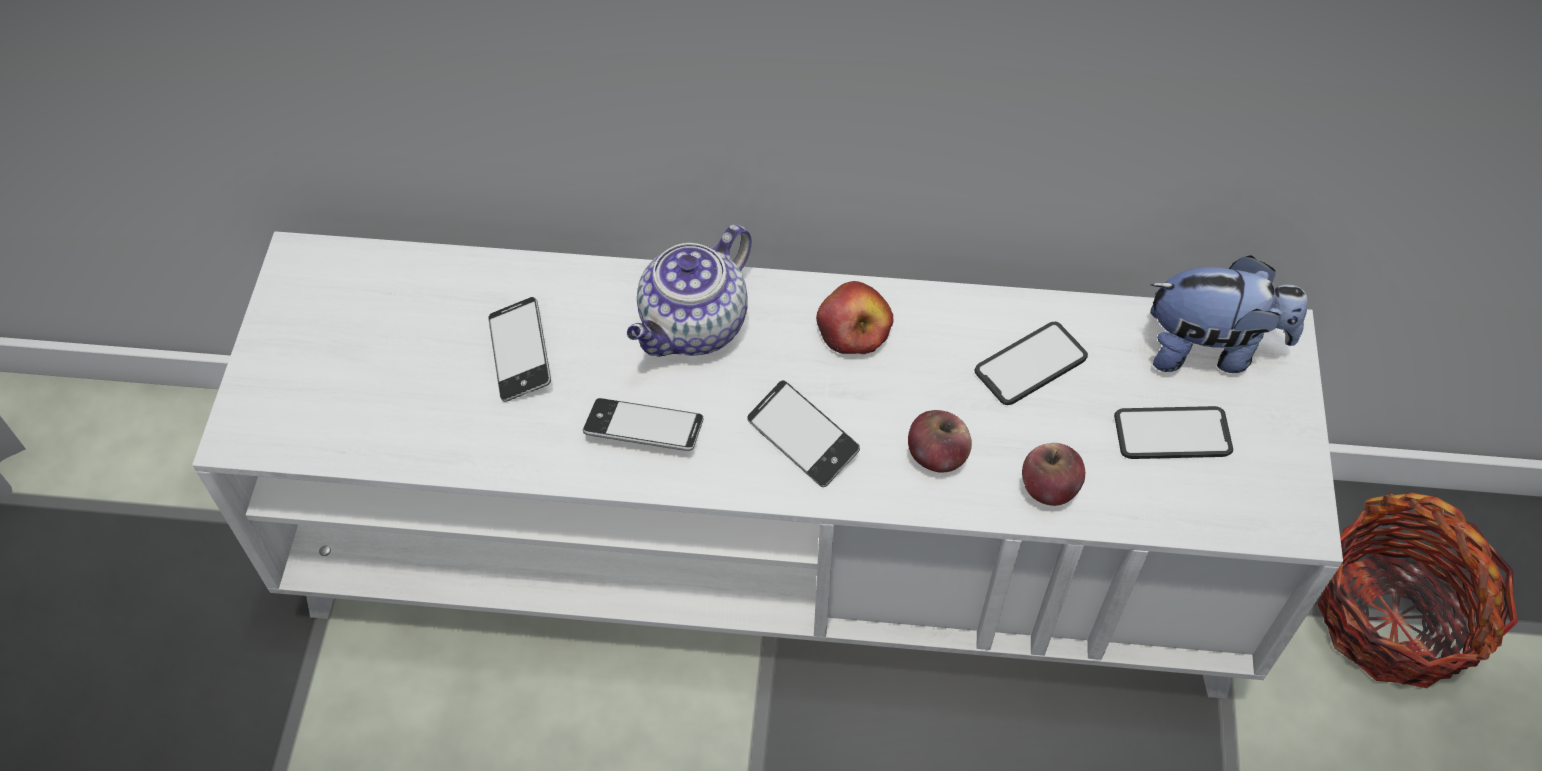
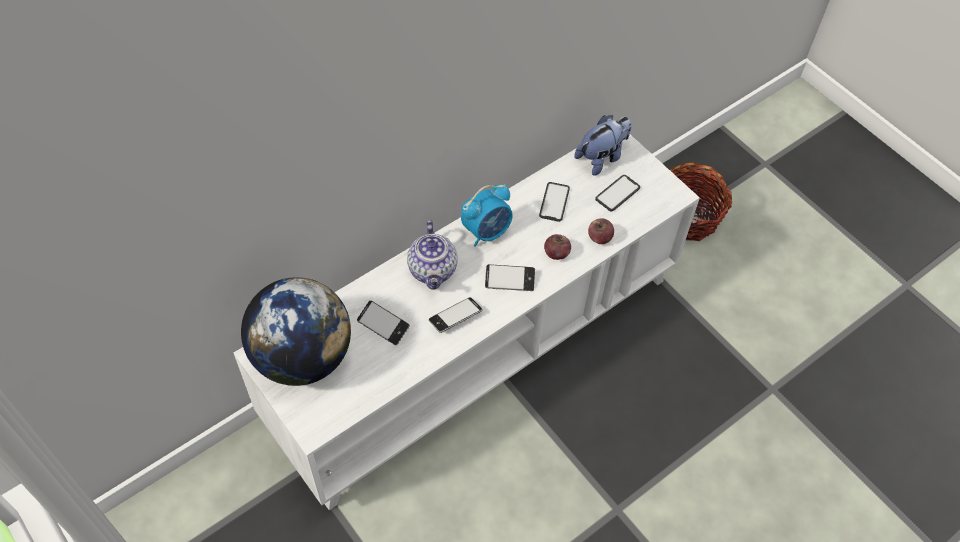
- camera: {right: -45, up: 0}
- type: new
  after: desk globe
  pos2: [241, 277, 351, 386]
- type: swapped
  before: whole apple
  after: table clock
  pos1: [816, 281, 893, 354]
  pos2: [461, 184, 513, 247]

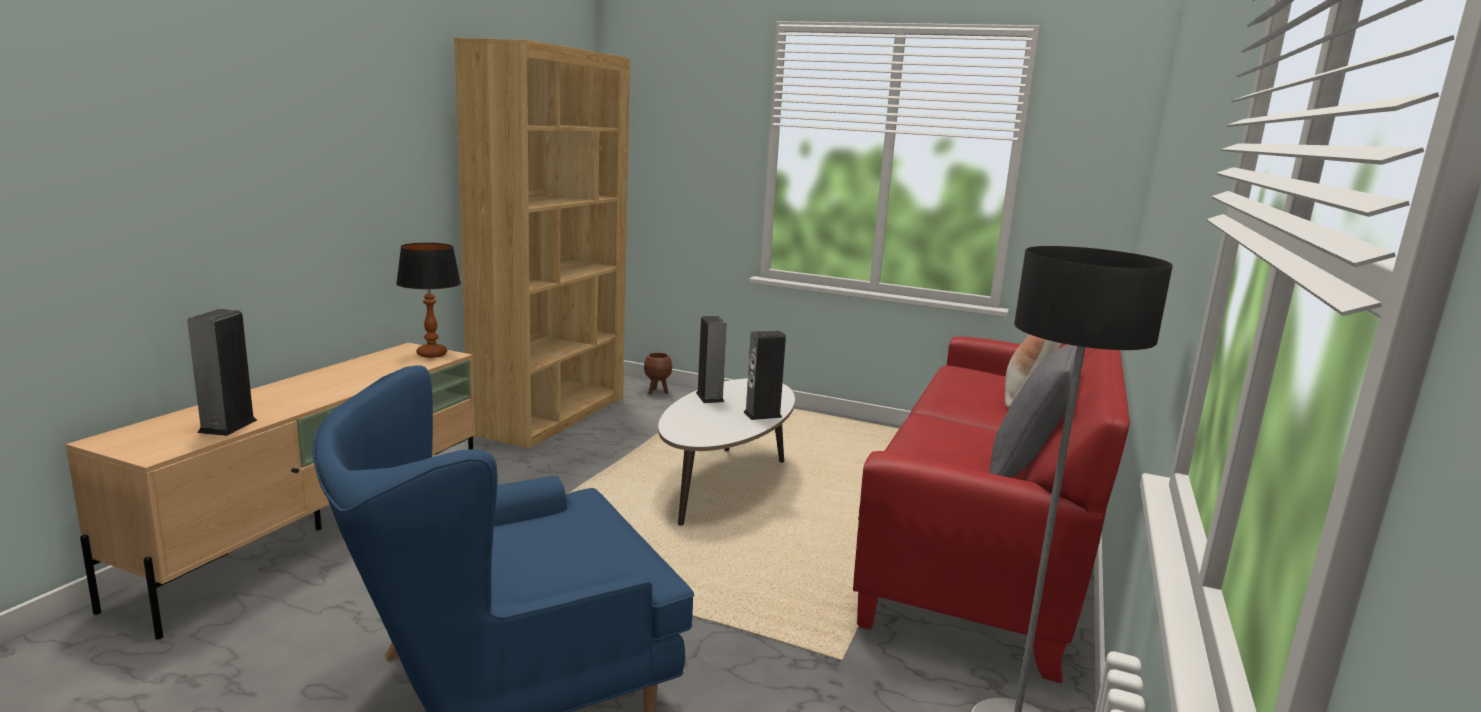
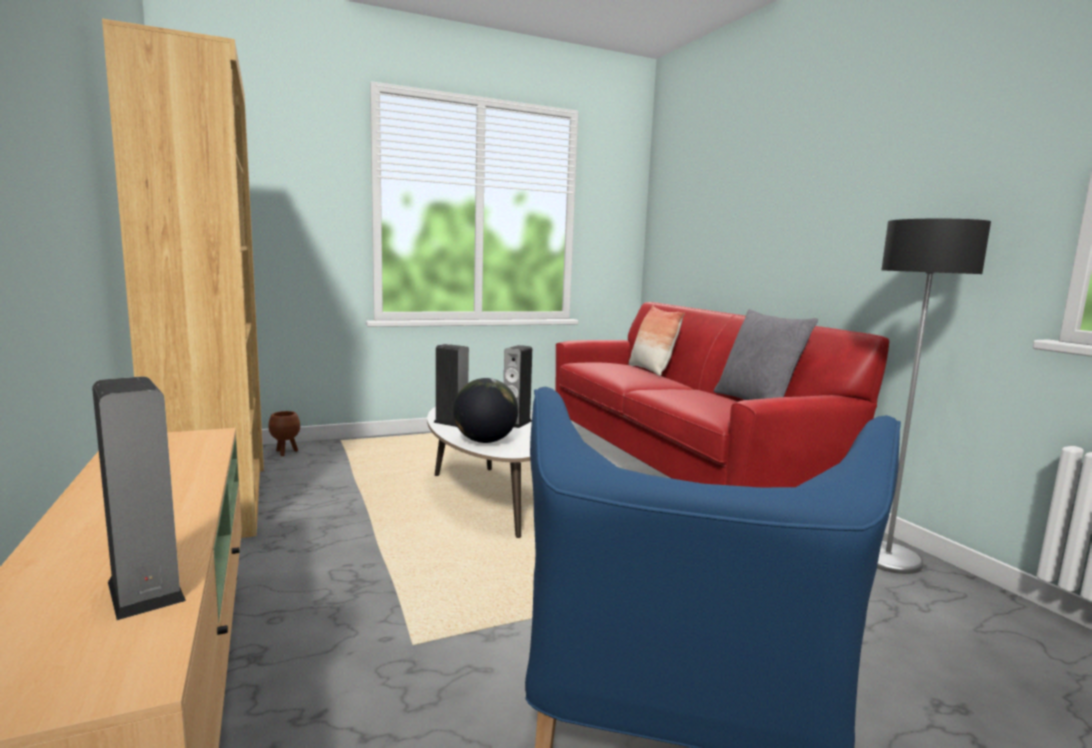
- camera: {right: -45, up: -5}
- type: gone
  before: table lamp
  pos1: [396, 243, 461, 358]
- type: new
  after: desk globe
  pos2: [453, 378, 518, 443]

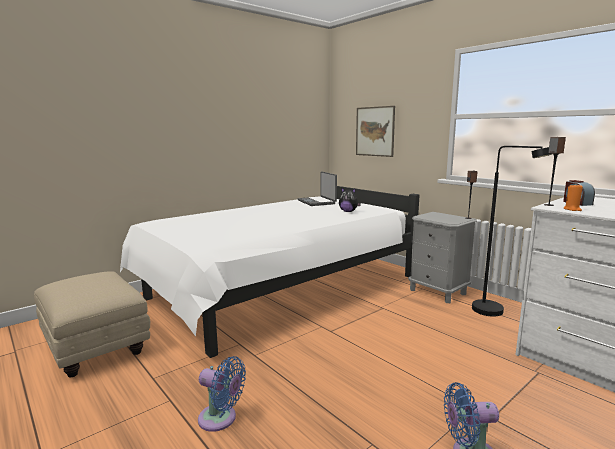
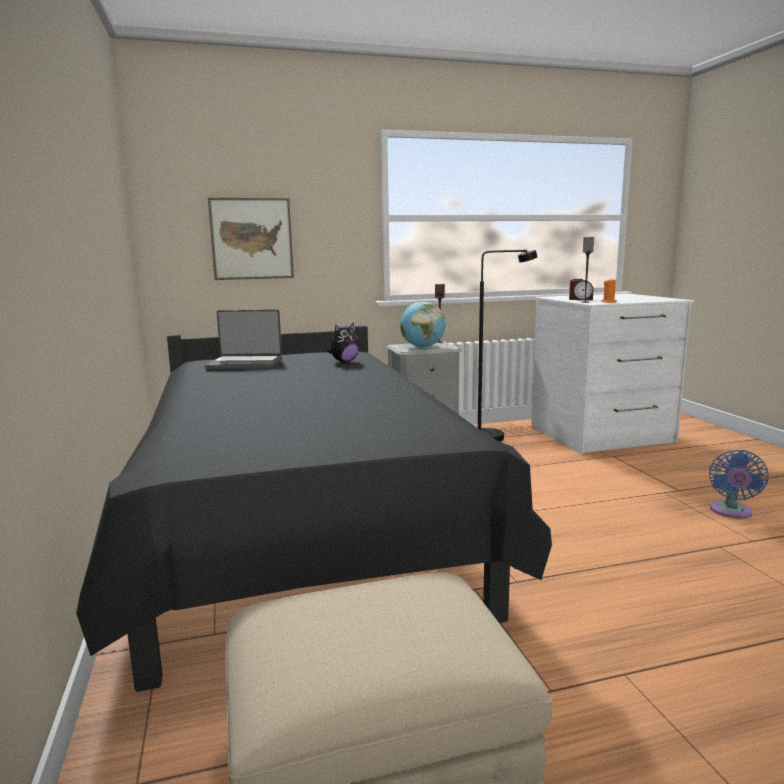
- camera: {right: -65, up: 0}
- type: gone
  before: blue-coloured electric fan
  pos1: [198, 356, 246, 432]
- type: new
  after: desk globe
  pos2: [400, 302, 446, 348]
- type: repainted
  before: white-coloured bed
  after: blackish bed
  pos1: [120, 186, 419, 358]
  pos2: [76, 325, 552, 692]

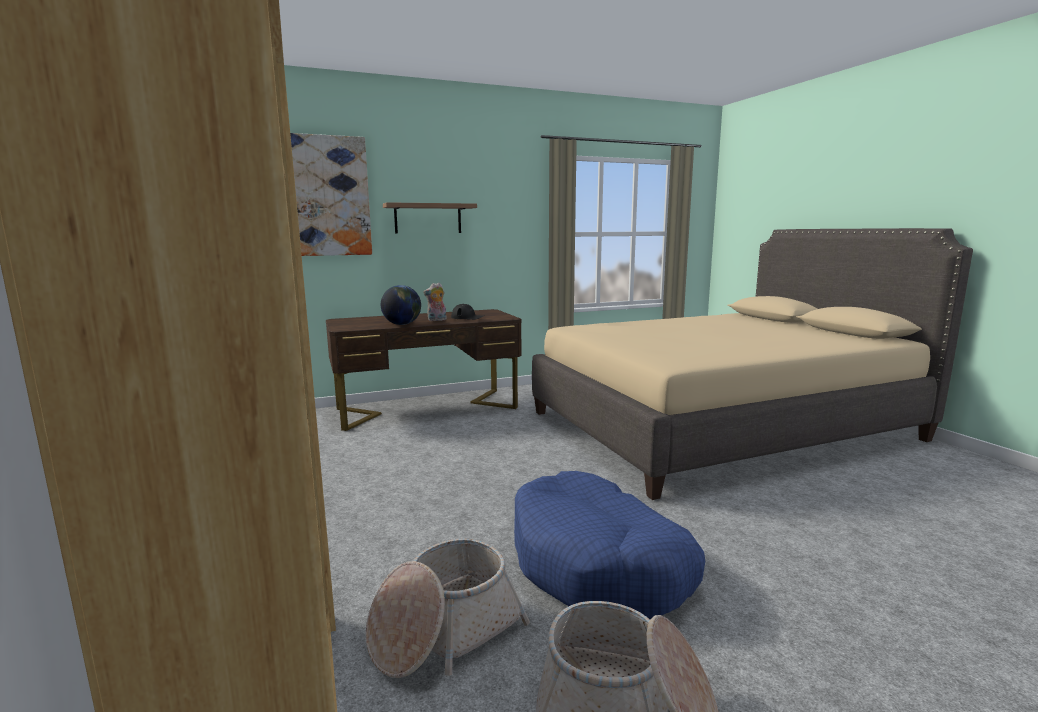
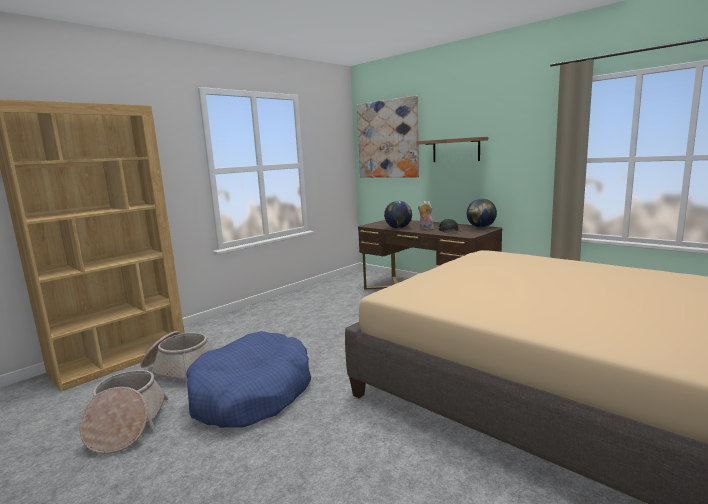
- camera: {right: 65, up: 0}
- type: new
  after: desk globe
  pos2: [467, 199, 497, 228]

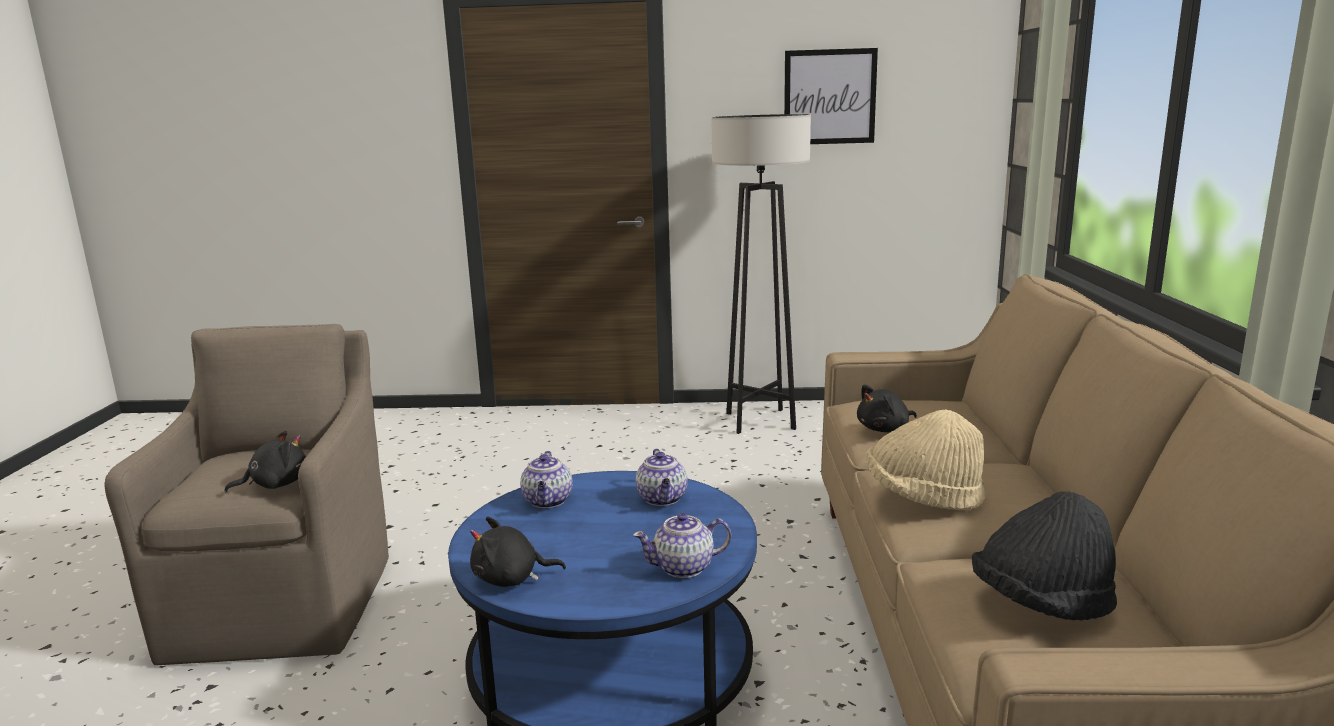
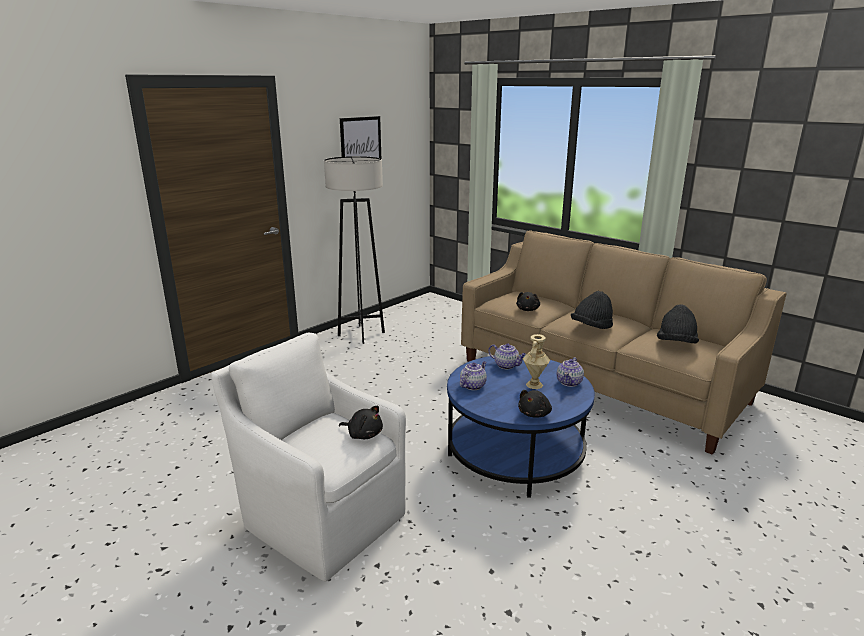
- camera: {right: -50, up: 5}
- type: new
  after: sand-coloured flower vase
  pos2: [523, 334, 550, 389]
- type: repainted
  before: brownish lounge chair
  after: white-coloured lounge chair
  pos1: [104, 324, 389, 665]
  pos2: [211, 332, 406, 582]
- type: repainted
  before: sand-coloured clothing hat
  after: blackish clothing hat
  pos1: [866, 410, 986, 510]
  pos2: [571, 291, 613, 329]
- type: rotated
  before: blackish cuddly toy
  pos1: [225, 431, 306, 492]
  pos2: [339, 406, 383, 439]
  turn: 105
- type: rotated
  before: tea pot
  pos1: [520, 451, 572, 508]
  pos2: [460, 361, 487, 390]
  turn: -90

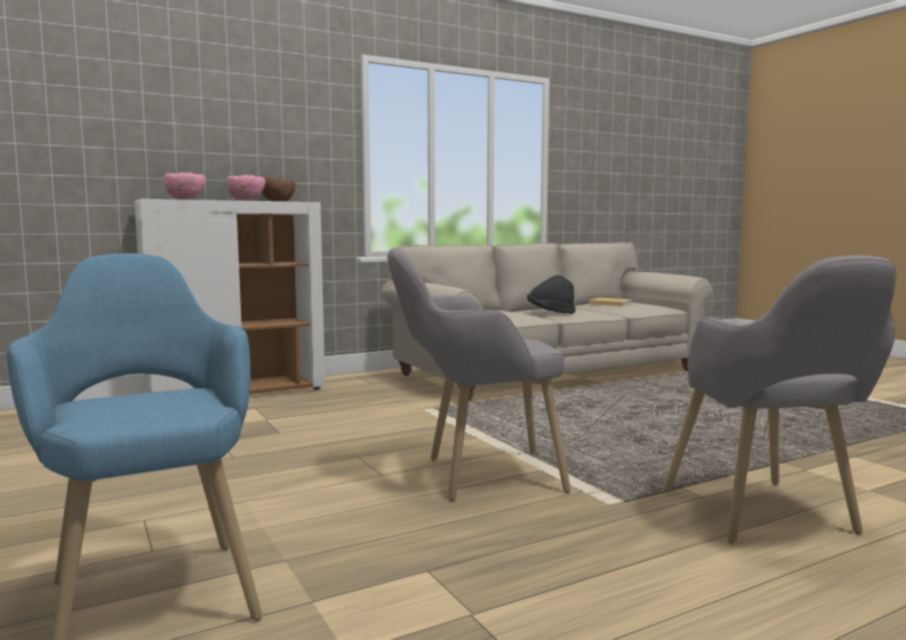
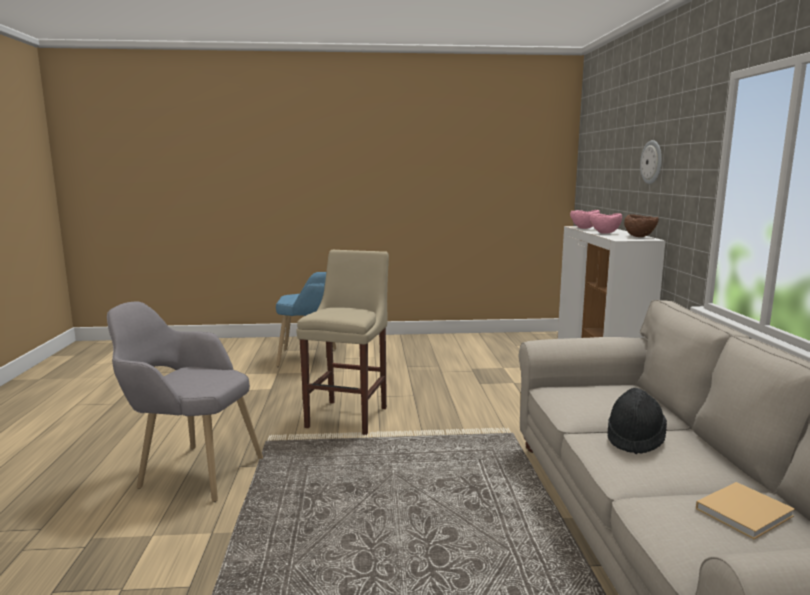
- camera: {right: 115, up: 5}
- type: new
  after: wall clock
  pos2: [640, 140, 662, 184]
- type: swapped
  before: grey lounge chair
  after: sand-coloured stool
  pos1: [388, 248, 571, 501]
  pos2: [296, 250, 389, 435]

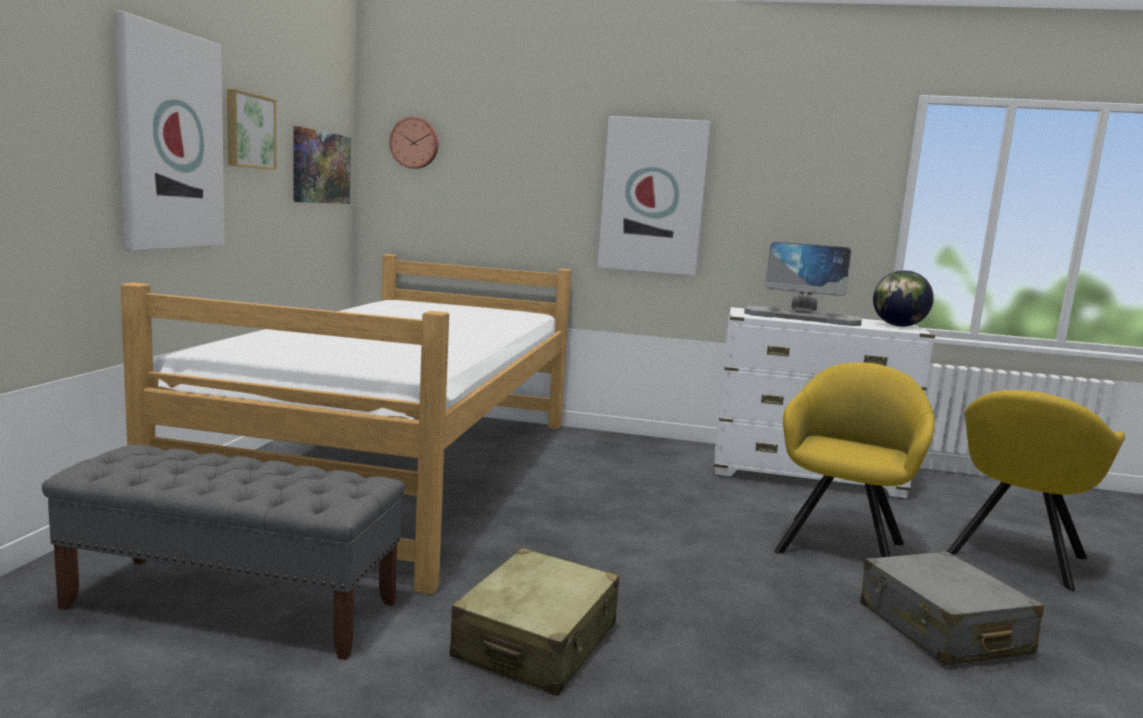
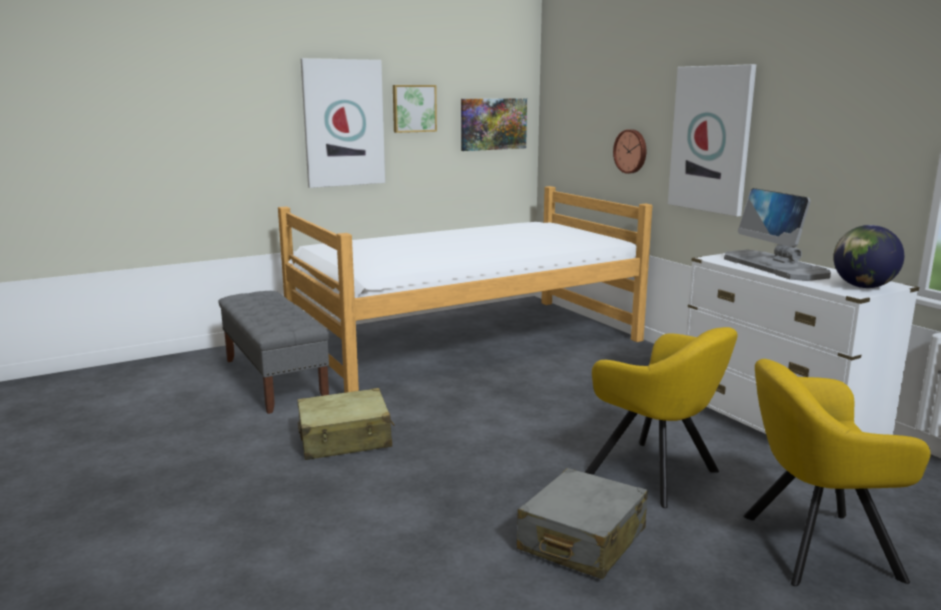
- camera: {right: 50, up: 5}
- type: shifted
  before: wall clock
  pos1: [389, 117, 439, 169]
  pos2: [613, 129, 646, 174]
- type: rotated
  before: yellowish lounge chair
  pos1: [774, 362, 935, 557]
  pos2: [585, 327, 738, 508]
  turn: 60

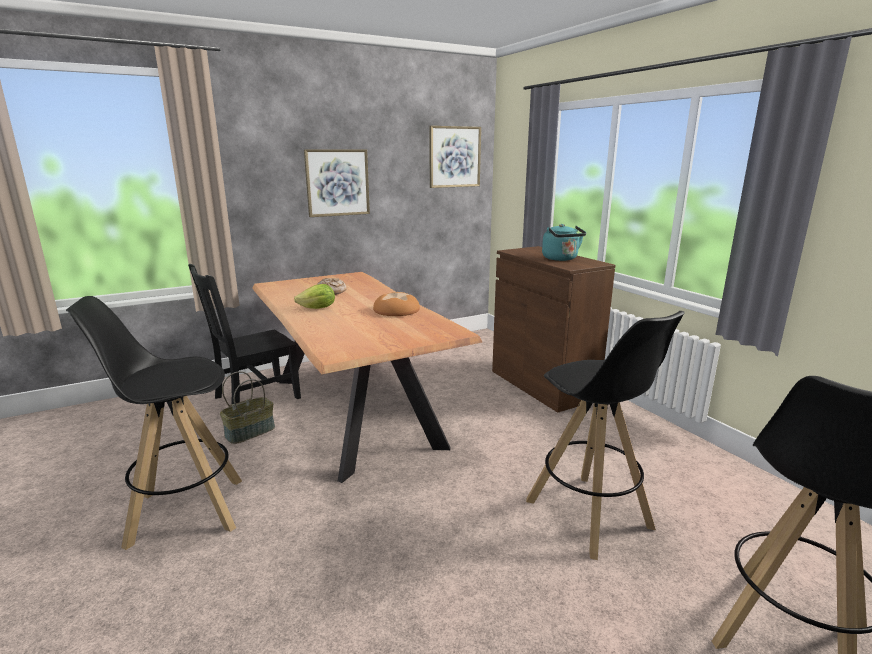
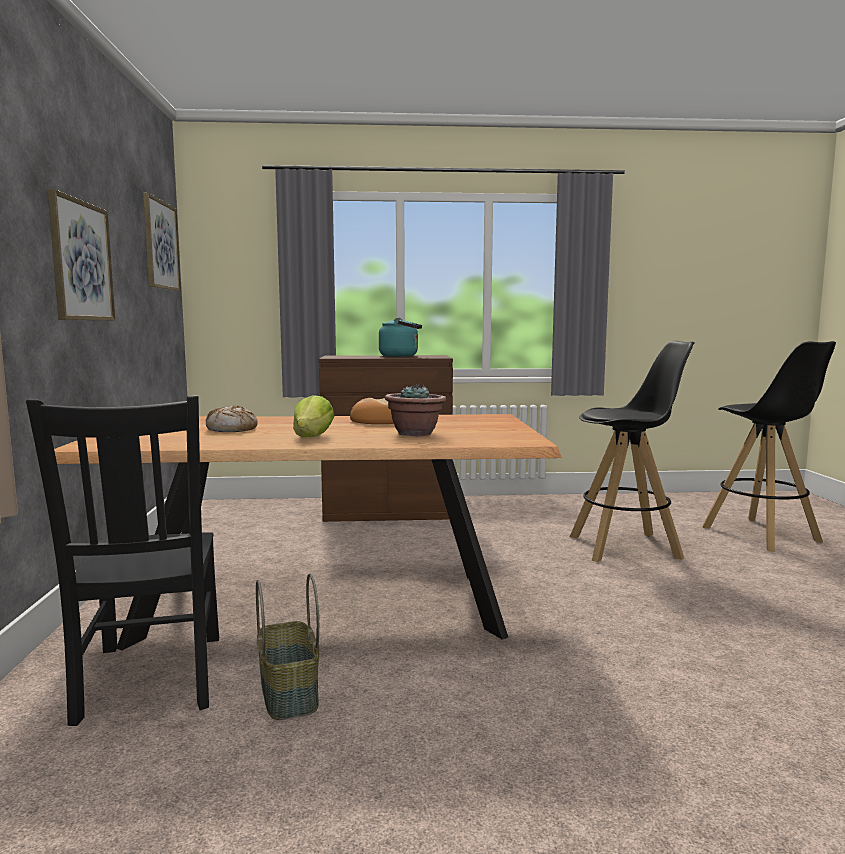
- camera: {right: -65, up: -10}
- type: gone
  before: blackish stool
  pos1: [66, 296, 242, 550]
- type: new
  after: potted plant
  pos2: [385, 384, 446, 436]

